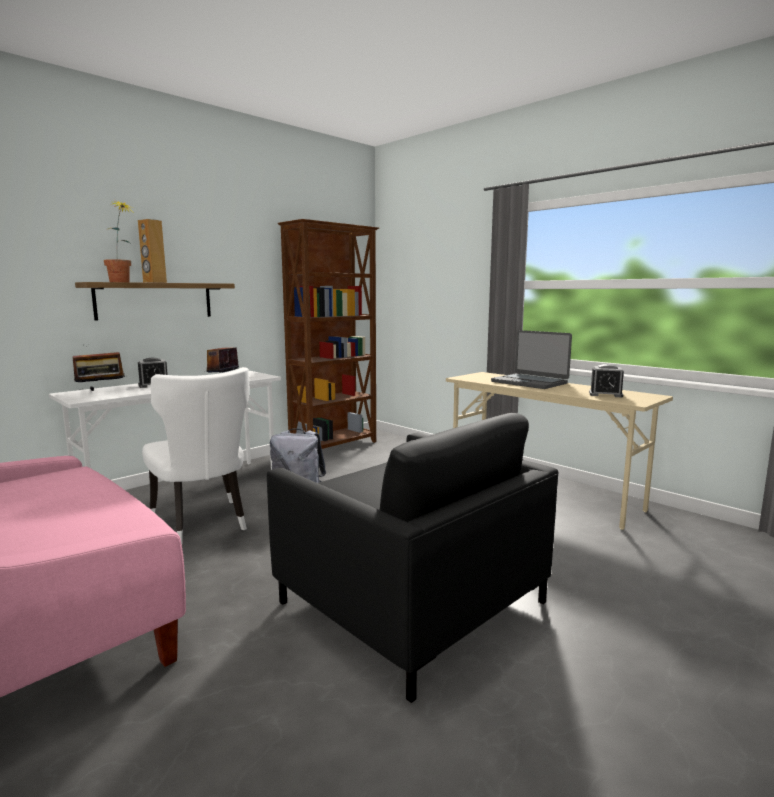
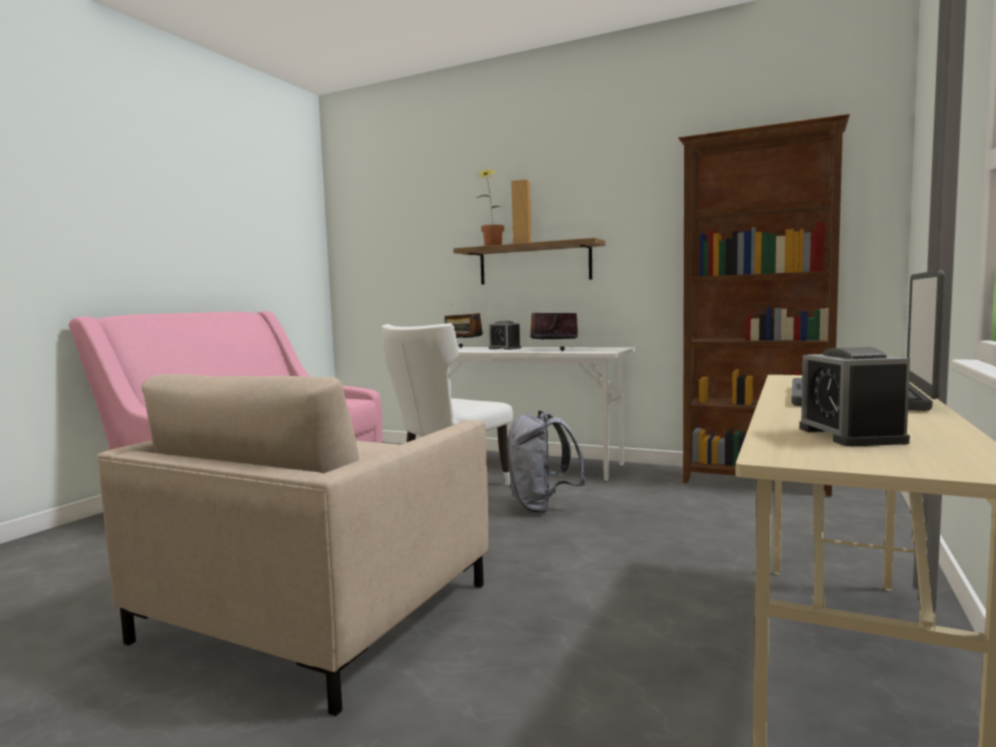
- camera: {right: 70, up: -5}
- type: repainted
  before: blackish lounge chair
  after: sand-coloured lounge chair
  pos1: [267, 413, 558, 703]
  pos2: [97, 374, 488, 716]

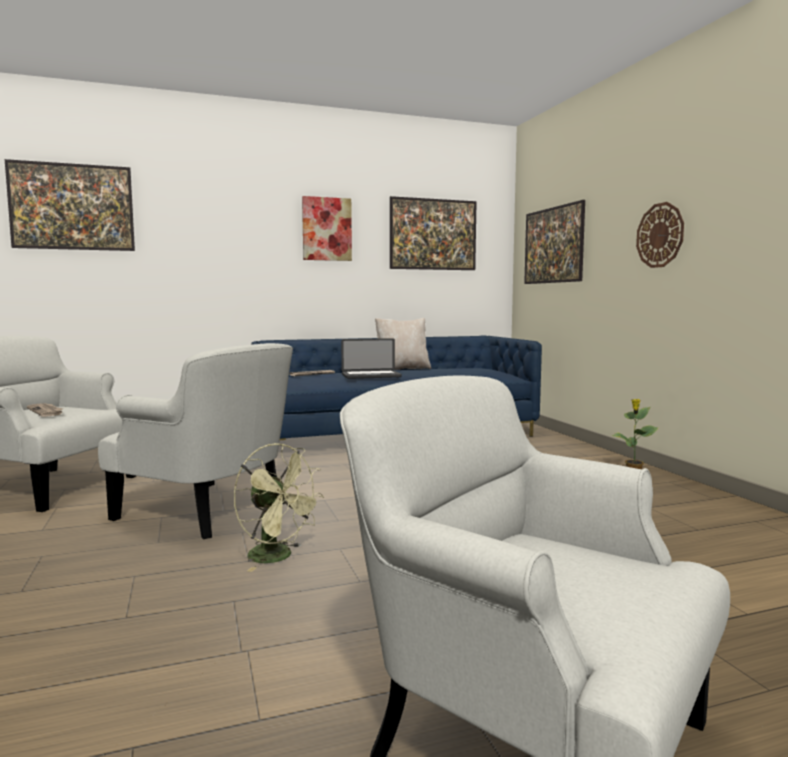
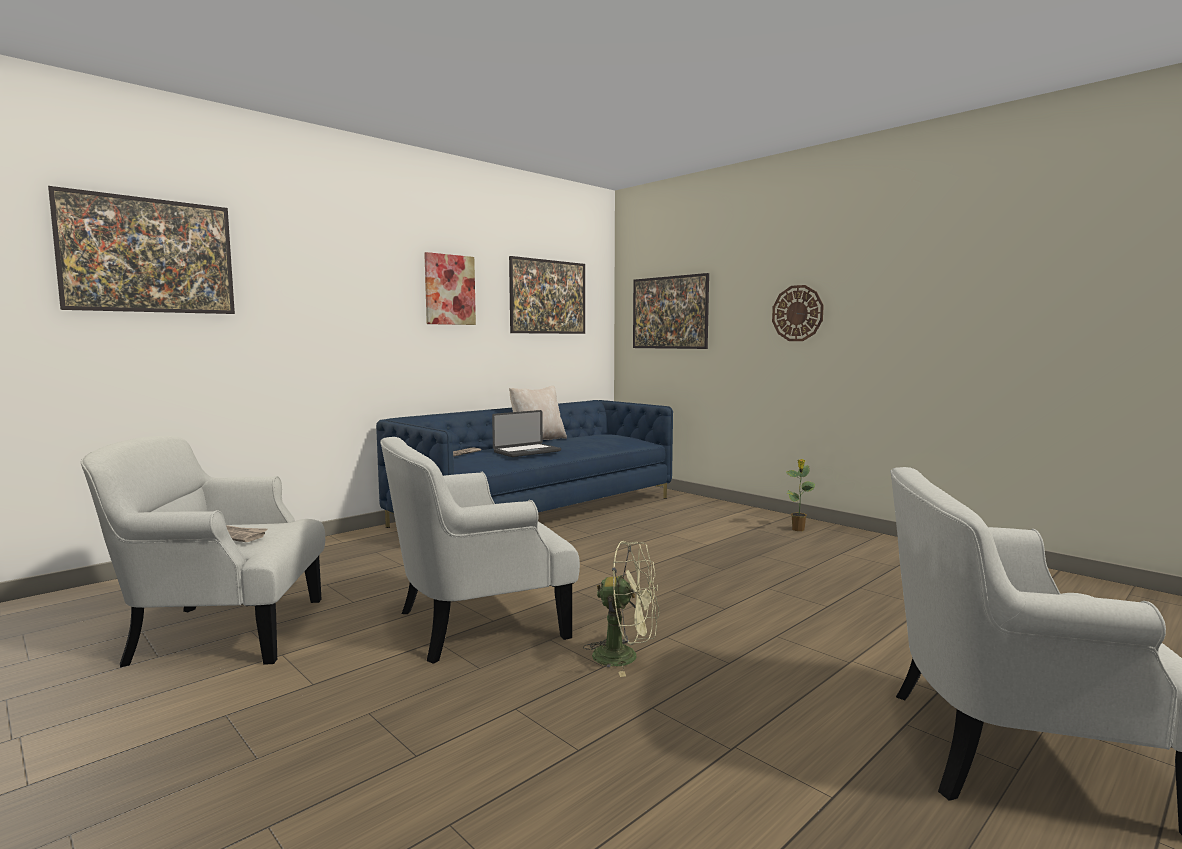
- camera: {right: -25, up: 0}
- type: rotated
  before: white-coloured lounge chair
  pos1: [98, 343, 293, 539]
  pos2: [380, 437, 580, 664]
  turn: 150

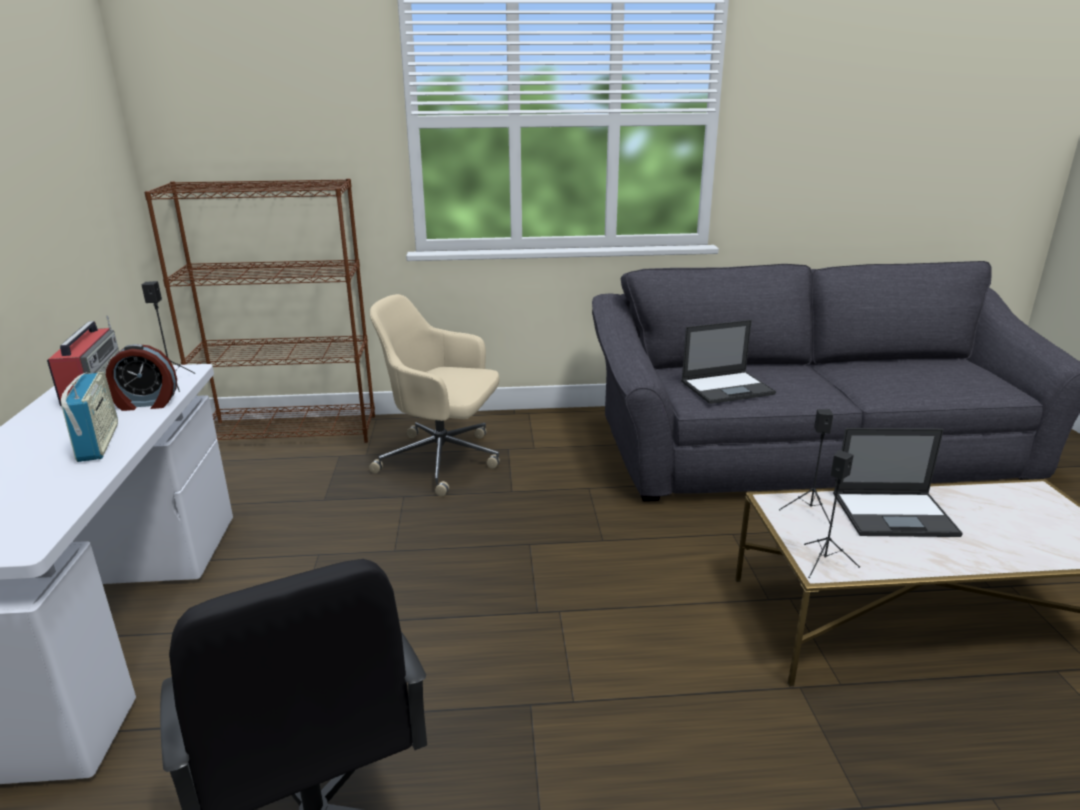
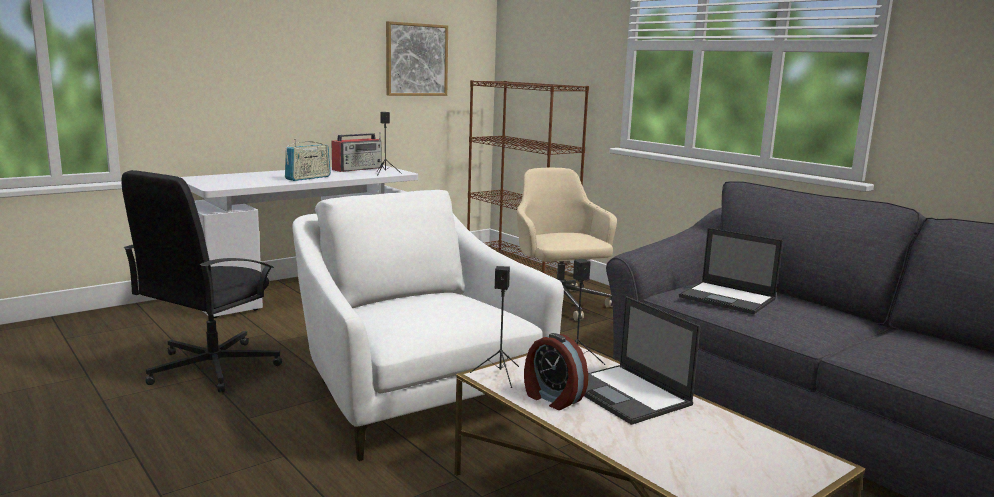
- camera: {right: 55, up: -10}
- type: new
  after: white-coloured lounge chair
  pos2: [292, 190, 564, 461]
- type: new
  after: wall picture
  pos2: [386, 21, 448, 96]
- type: shifted
  before: table clock
  pos1: [106, 344, 177, 411]
  pos2: [524, 333, 588, 410]

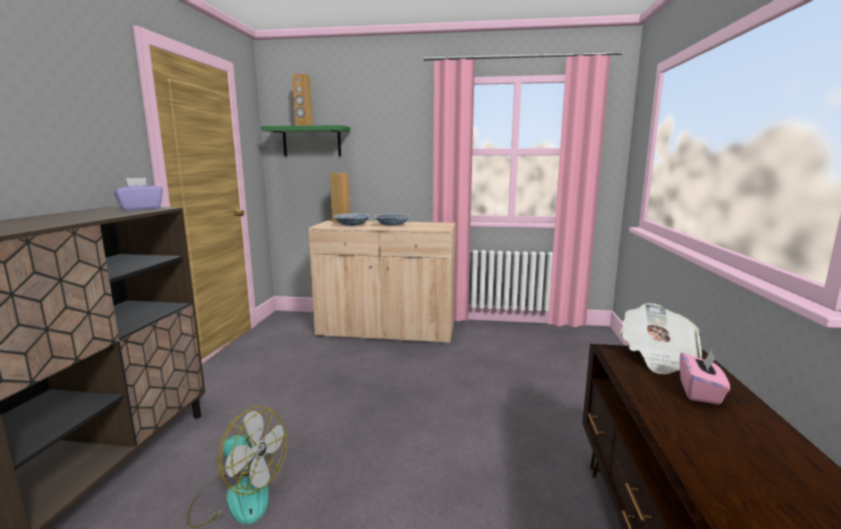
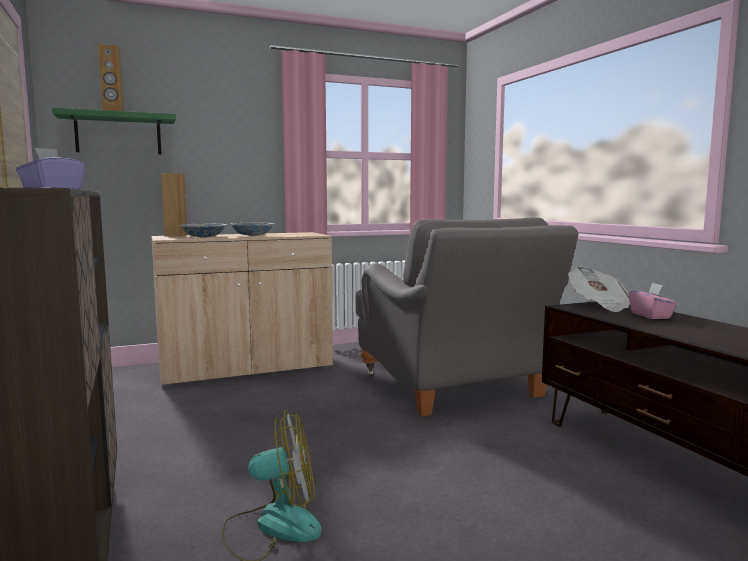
- camera: {right: -30, up: -5}
- type: new
  after: grey lounge chair
  pos2: [355, 217, 578, 417]

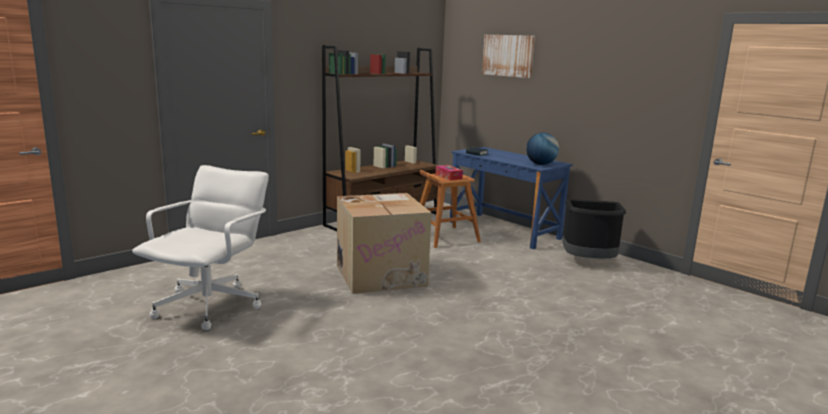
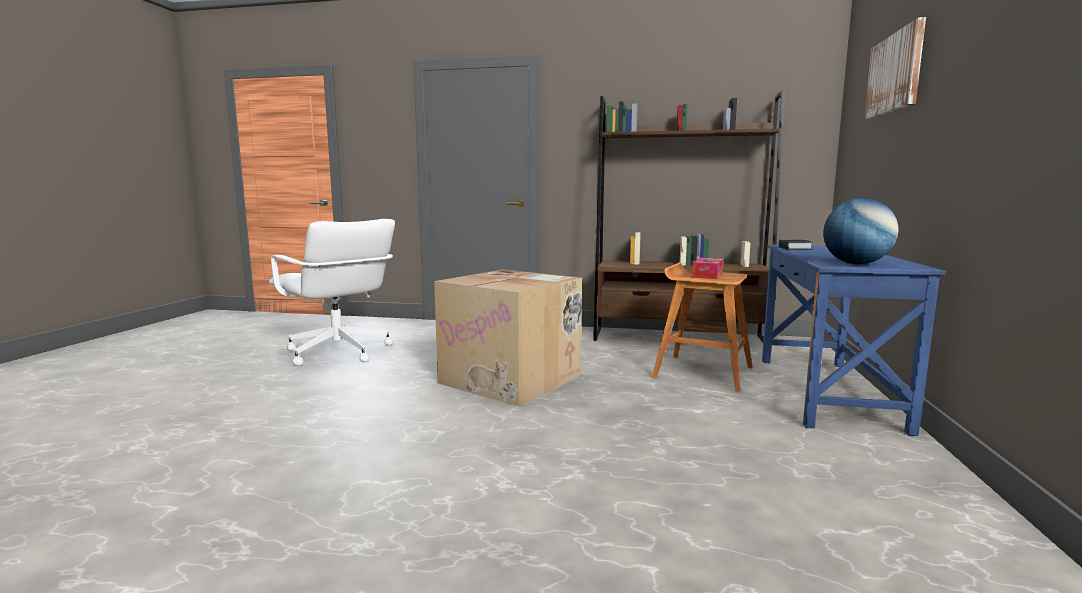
- camera: {right: 55, up: -5}
- type: gone
  before: blackish trash can
  pos1: [562, 199, 626, 258]
- type: rotated
  before: white-coloured computer chair
  pos1: [132, 165, 269, 330]
  pos2: [269, 219, 395, 366]
  turn: 60

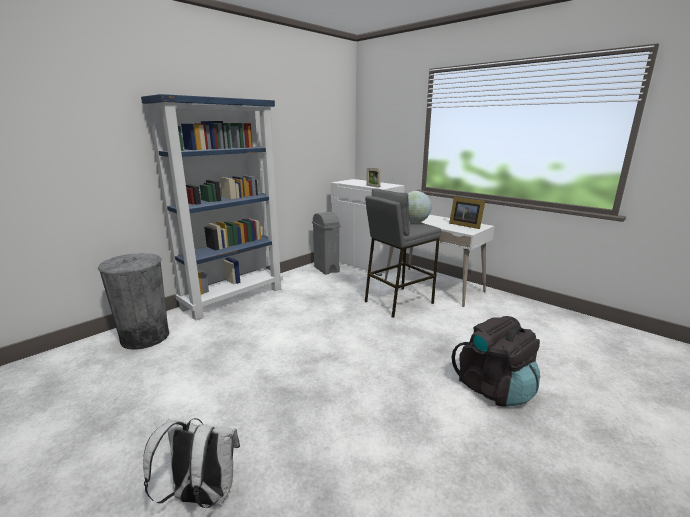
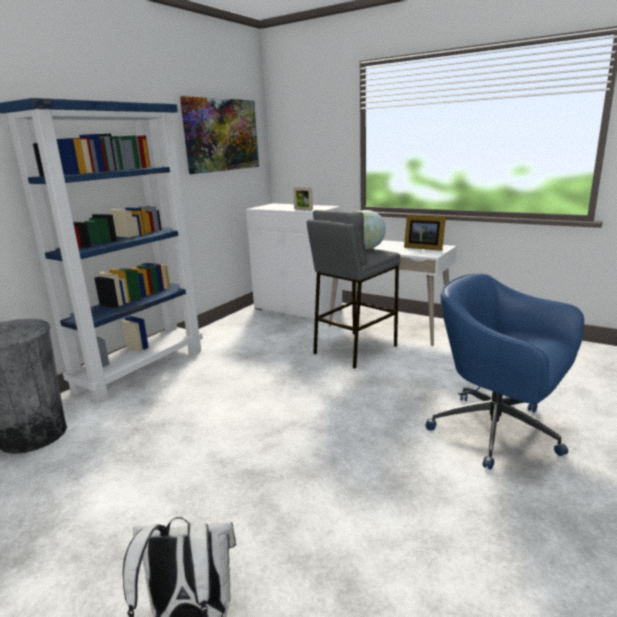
- camera: {right: -10, up: 0}
- type: gone
  before: grey trash can
  pos1: [312, 212, 341, 275]
- type: new
  after: wall picture
  pos2: [180, 96, 259, 174]
- type: swapped
  before: blackish rucksack
  after: blue-coloured computer chair
  pos1: [452, 316, 540, 407]
  pos2: [425, 274, 584, 470]

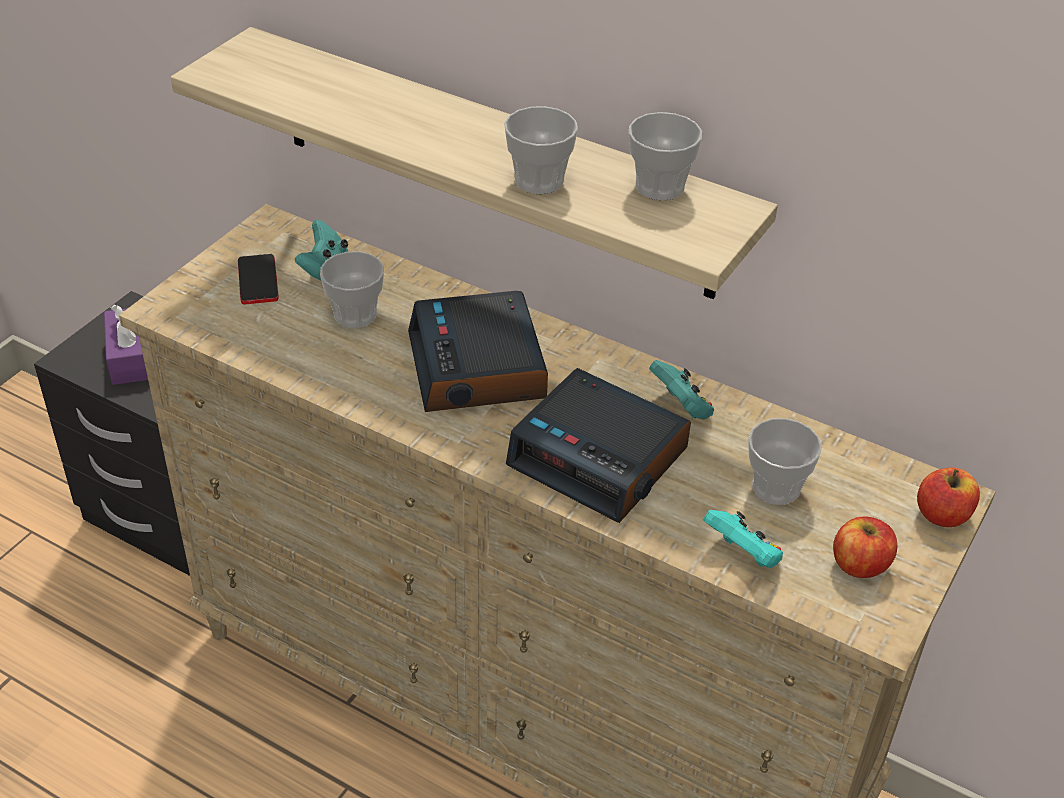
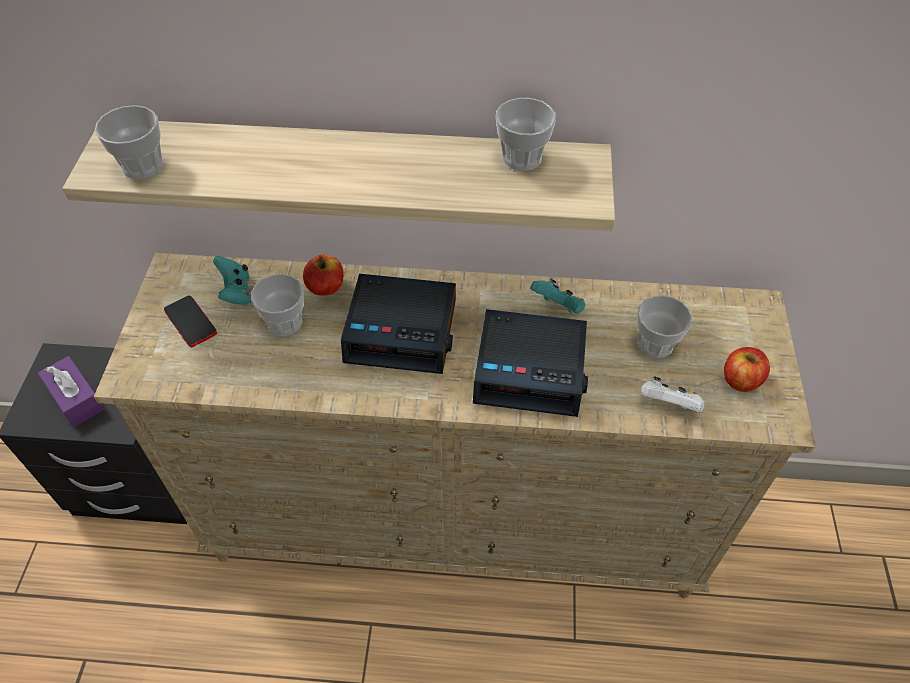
- camera: {right: -25, up: 10}
- type: shifted
  before: small cup
  pos1: [504, 106, 578, 194]
  pos2: [95, 105, 163, 179]
- type: shifted
  before: whole apple
  pos1: [917, 468, 980, 527]
  pos2: [303, 254, 344, 296]
- type: repainted
  before: turquoise joypad
  after: white-coloured joypad
  pos1: [704, 510, 783, 568]
  pos2: [641, 376, 705, 412]
- type: rotated
  before: table clock
  pos1: [408, 291, 548, 412]
  pos2: [341, 274, 456, 374]
  turn: -45

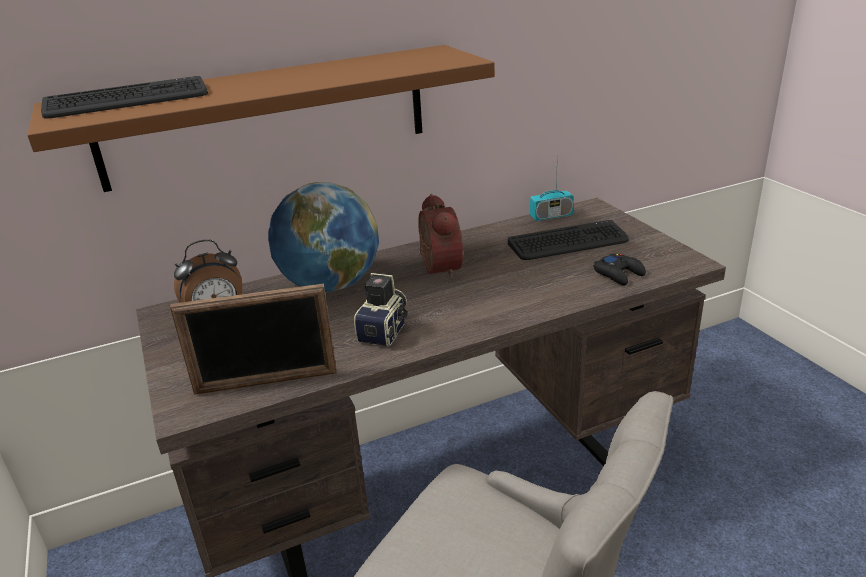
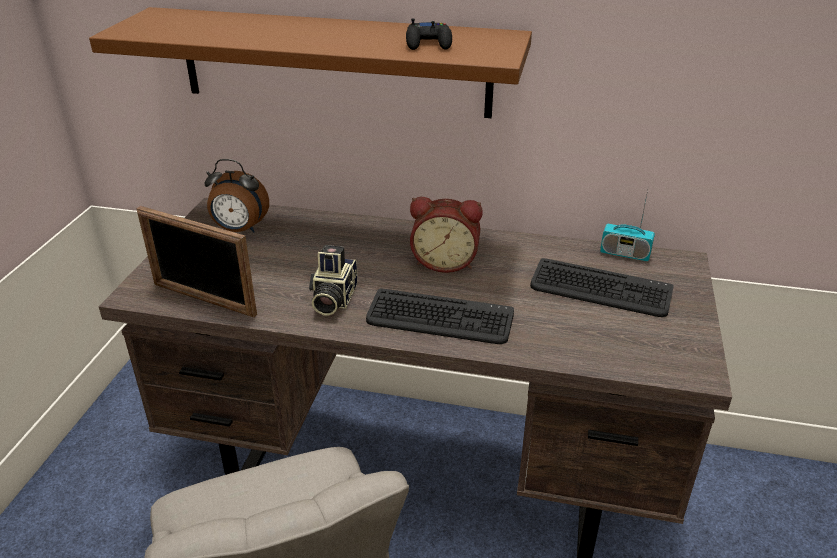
- camera: {right: 35, up: 5}
- type: gone
  before: desk globe
  pos1: [268, 182, 379, 292]
- type: shifted
  before: keyboard
  pos1: [41, 76, 208, 118]
  pos2: [366, 289, 514, 344]
- type: shifted
  before: blackish joypad
  pos1: [594, 254, 646, 286]
  pos2: [406, 18, 452, 50]
- type: rotated
  before: photo camera
  pos1: [354, 273, 408, 346]
  pos2: [309, 245, 358, 316]
  turn: 135
- type: rotated
  before: table clock
  pos1: [418, 194, 463, 279]
  pos2: [410, 197, 482, 273]
  turn: 75

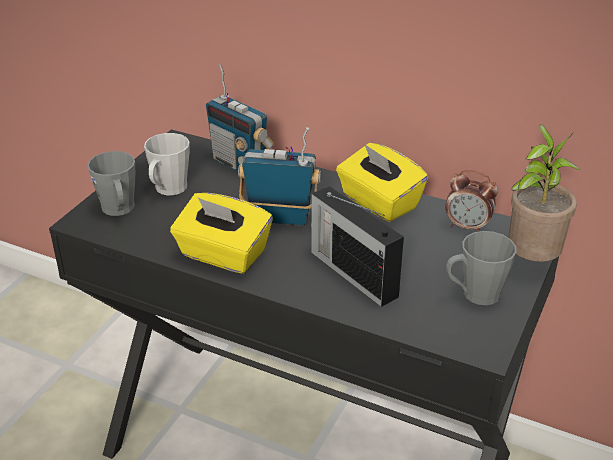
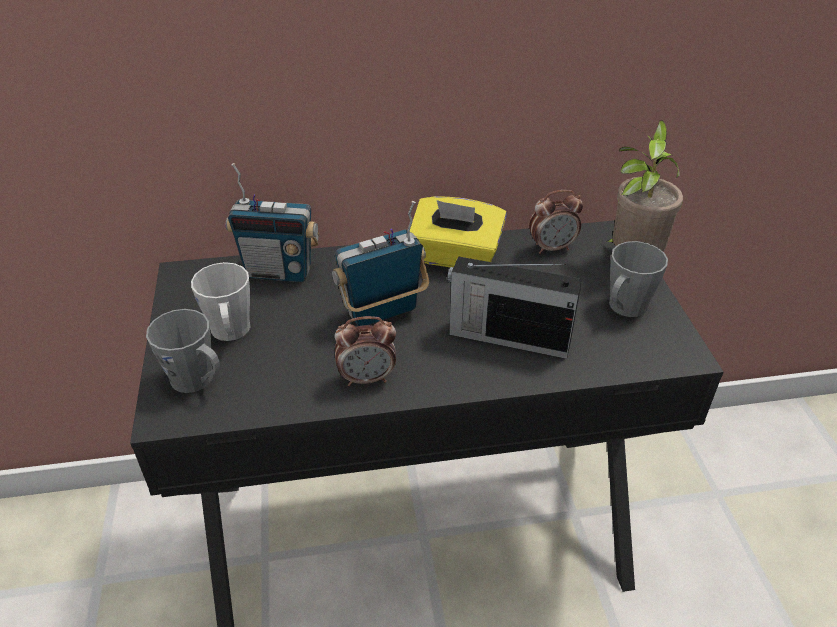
- camera: {right: -35, up: 5}
- type: swapped
  before: yellowish tissue holder
  after: table clock
  pos1: [170, 193, 272, 274]
  pos2: [335, 316, 396, 386]

